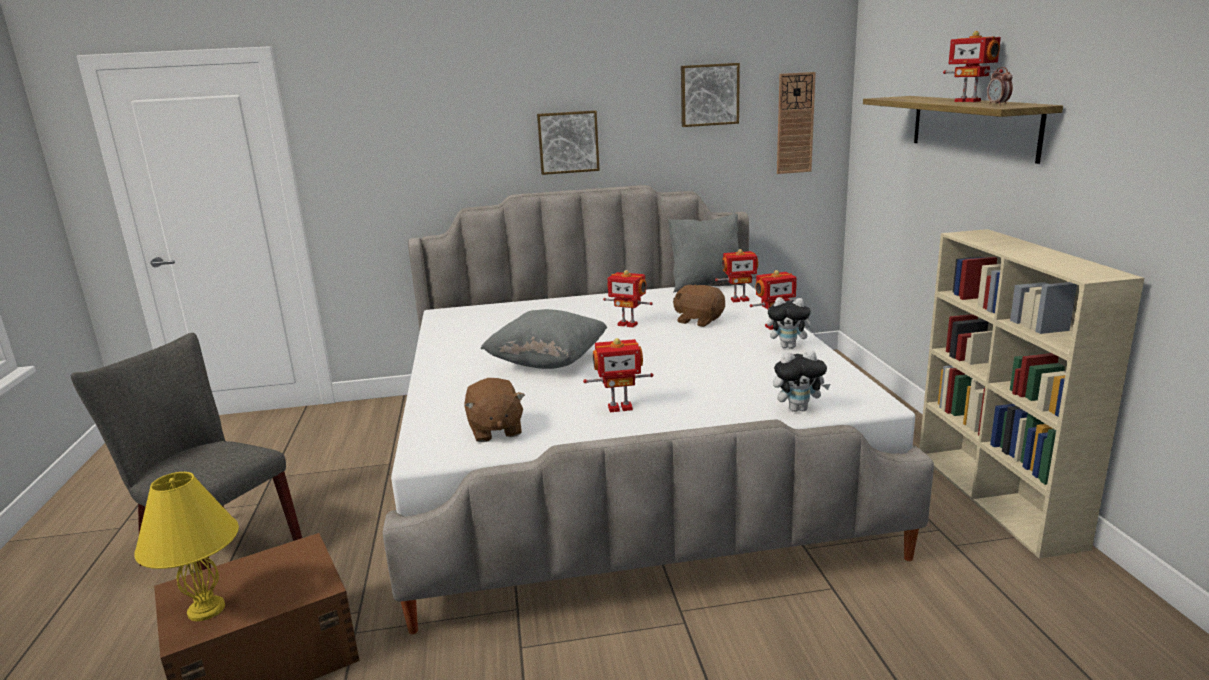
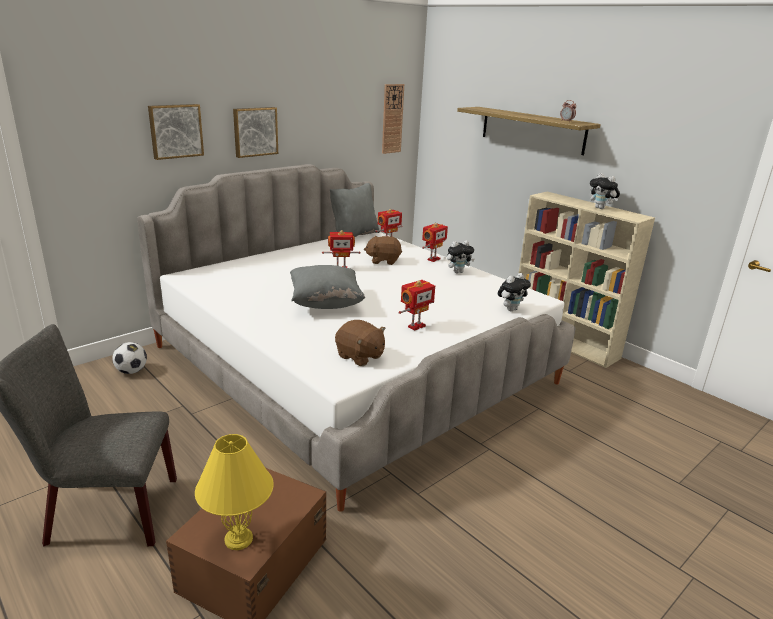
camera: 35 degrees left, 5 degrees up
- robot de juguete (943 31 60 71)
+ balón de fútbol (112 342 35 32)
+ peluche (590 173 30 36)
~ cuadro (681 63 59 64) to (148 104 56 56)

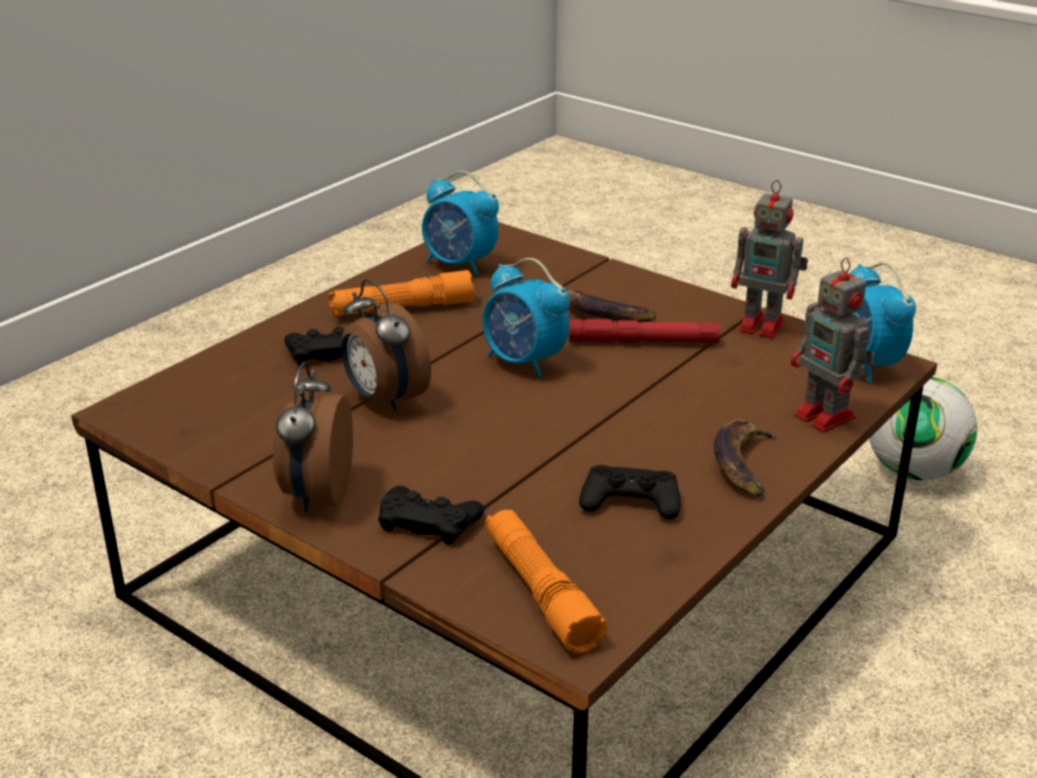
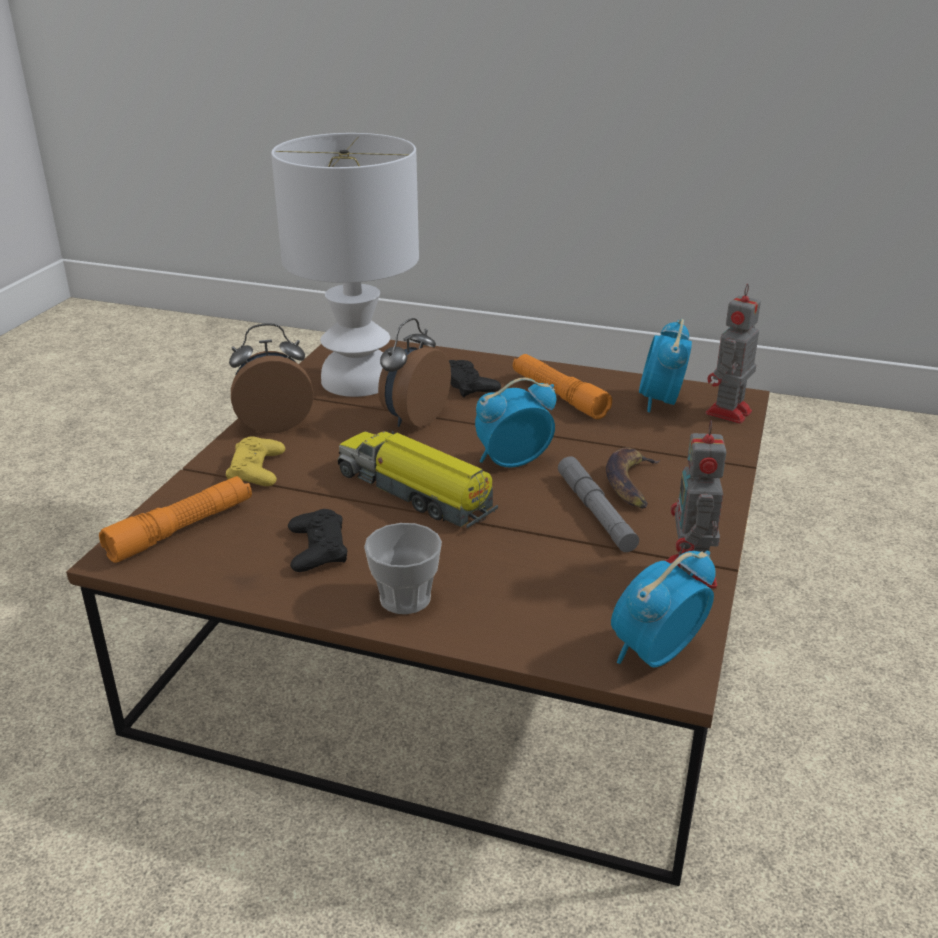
camera: 70 degrees right, 0 degrees up
- balón de fútbol (869 377 108 104)
+ lámpara de mesa/blanco (271 133 148 264)
+ camión de juguete (338 430 160 98)
~ robot de juguete (791 257 84 175) to (706 284 55 140)
~ plátano (714 419 65 78) to taza (364 523 78 91)
~ mando de consola/negro (378 486 106 59) to mando de consola/amarillo (226 436 59 50)
~ linterna/rojo (569 319 151 25) to linterna/gris (558 457 81 95)
~ despertador (482 258 88 120) = (475 378 81 89) 45 degrees clockwise

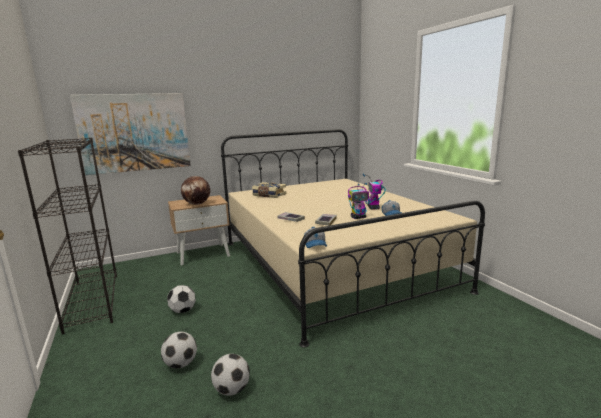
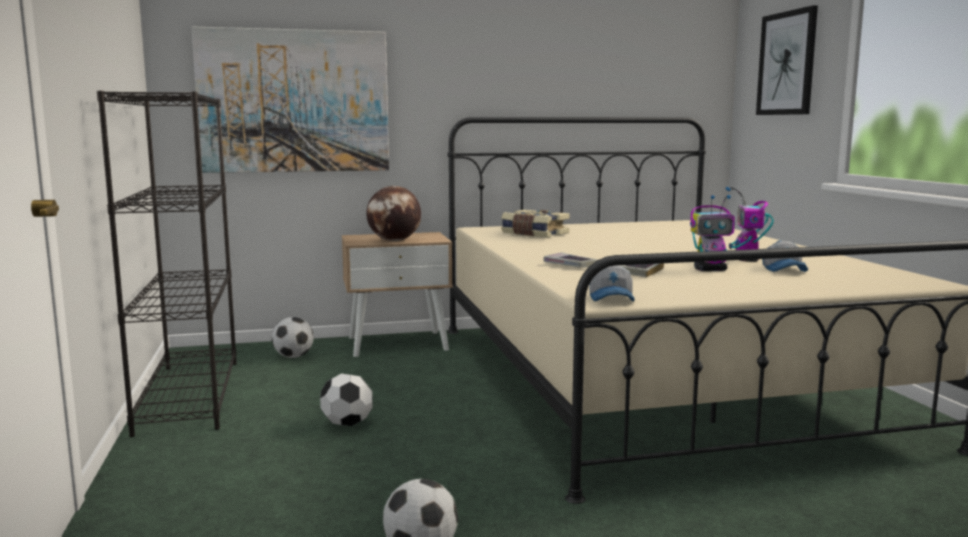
camera: 10 degrees right, 5 degrees down
+ cuadro (756 5 62 110)
~ balón de fútbol (161 332 36 36) to (272 317 41 41)

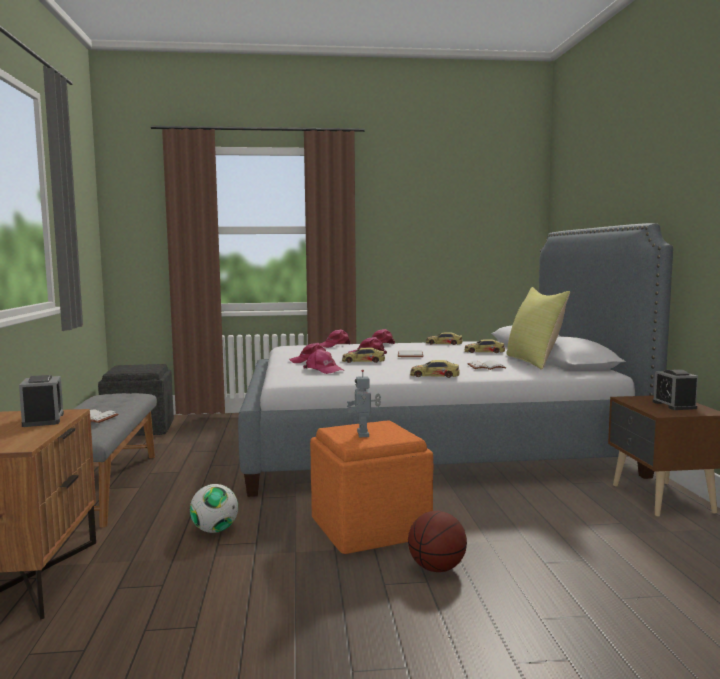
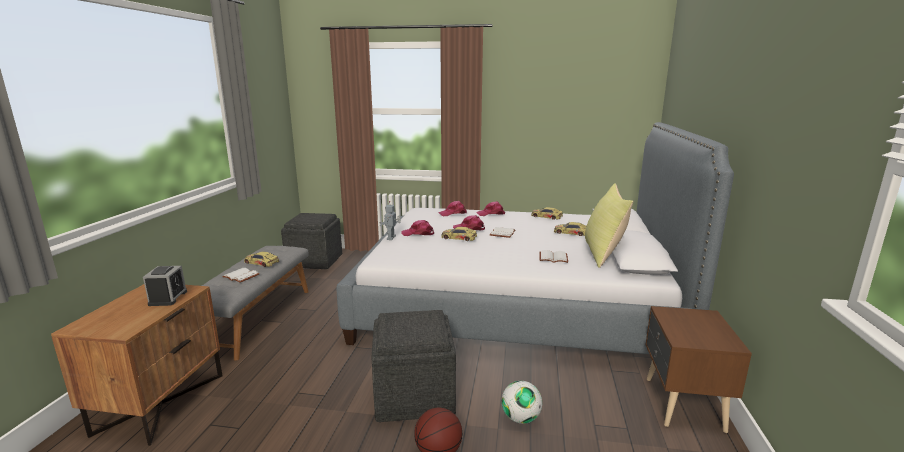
camera: 15 degrees right, 10 degrees up
- gorra/rosa (303 349 41 25)
- despertador (653 369 45 41)
~ balón de fútbol (190 484 48 49) to (502 381 40 43)
~ robot de juguete (347 370 34 67) to (380 201 21 39)
~ coche de juguete (410 360 50 18) to (244 251 35 16)
~ puf/naranja (310 420 123 134) to puf/gris (372 310 84 112)

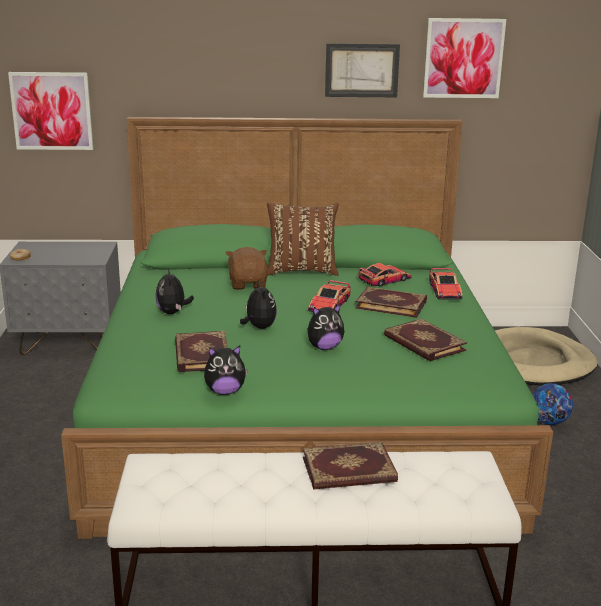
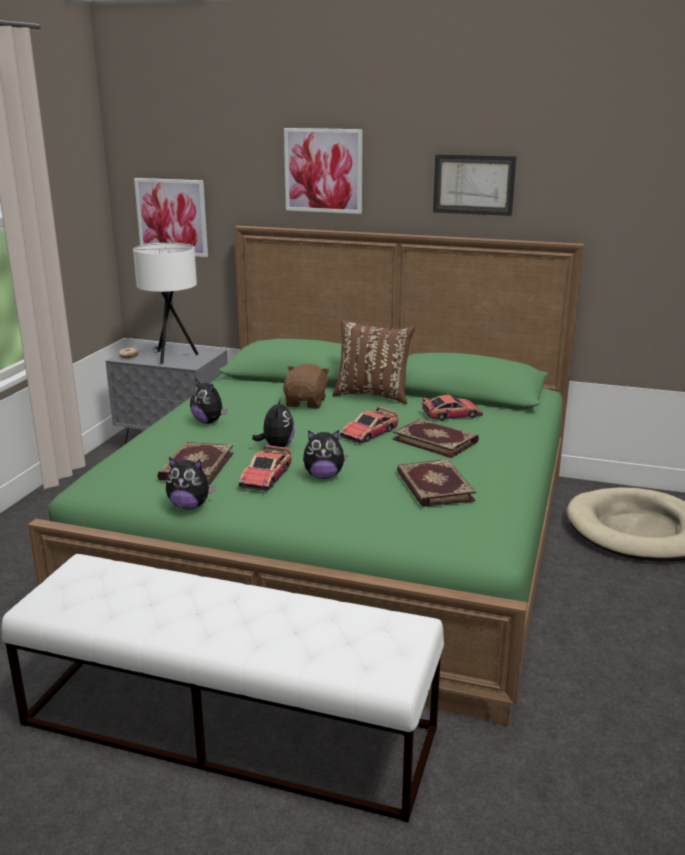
camera: 20 degrees right, 0 degrees up
- libro (303 442 95 47)
- balón de fútbol (532 383 41 42)
+ lámpara de mesa/blanco (133 243 65 121)
~ cuadro (423 18 83 80) to (284 128 79 86)
~ coche de juguete (429 268 34 31) to (238 445 53 46)
~ peluche (155 268 39 46) = (190 378 38 46) 60 degrees counterclockwise

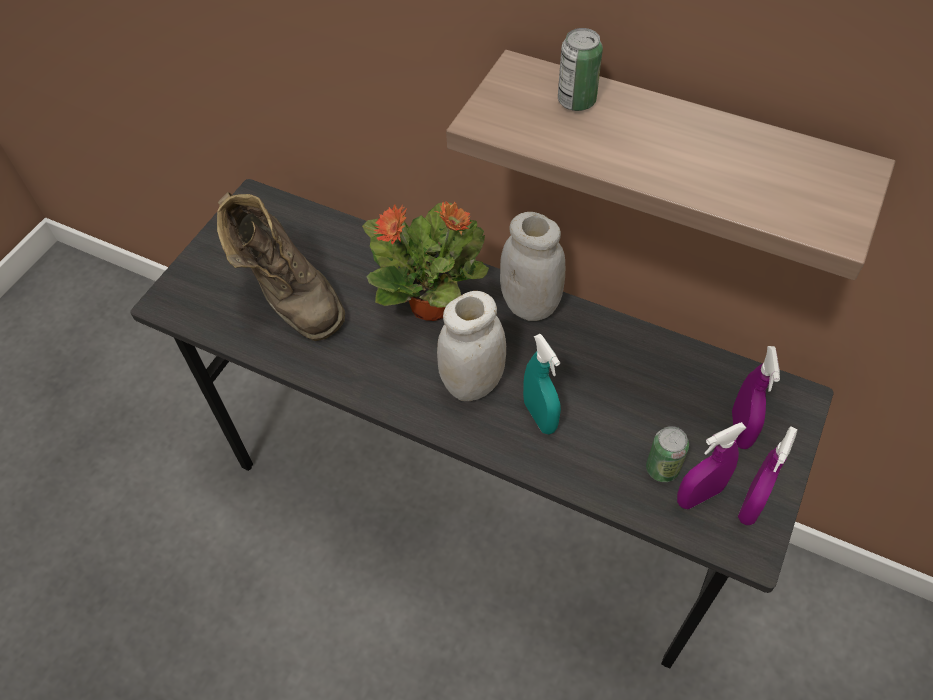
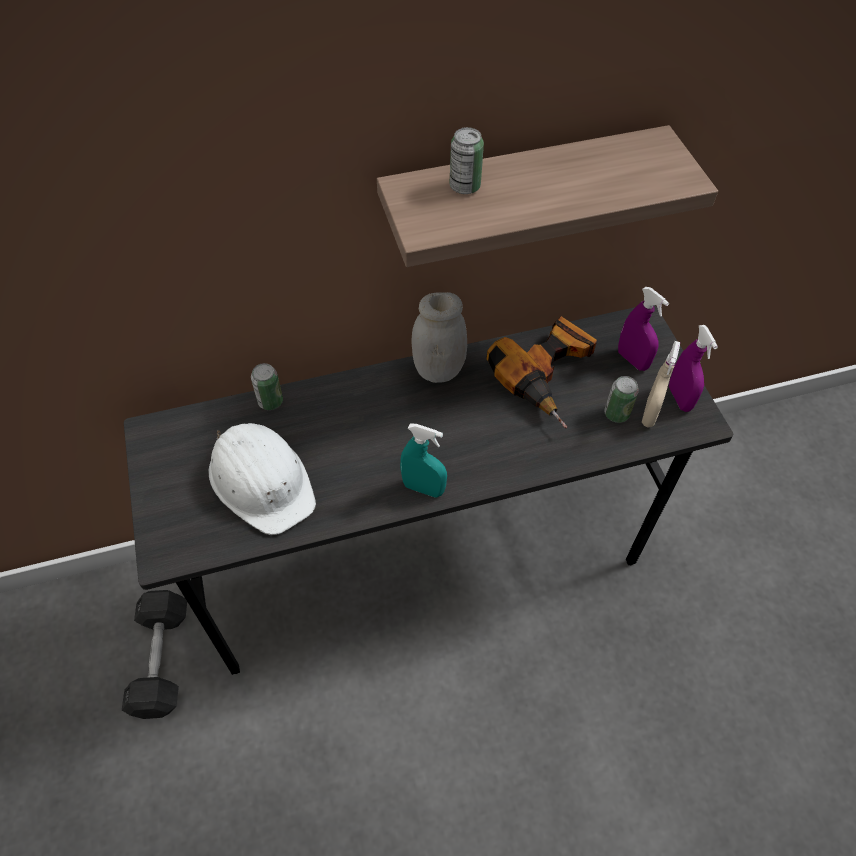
camera: 45 degrees left, 0 degrees up
- planta en maceta (362 201 127 120)
- tarro/blanco (437 291 69 110)
+ mancuerna/gris (122 590 65 129)
+ lata (251 363 32 47)
+ taladro (486 316 111 112)
~ pulverizador/turquesa (523 334 38 100) to (400 423 47 75)
~ bota/marrón (217 192 128 149) to casco/blanco (208 423 108 112)
~ pulverizador/morado (677 422 69 87) to pulverizador/beis (642 341 38 86)

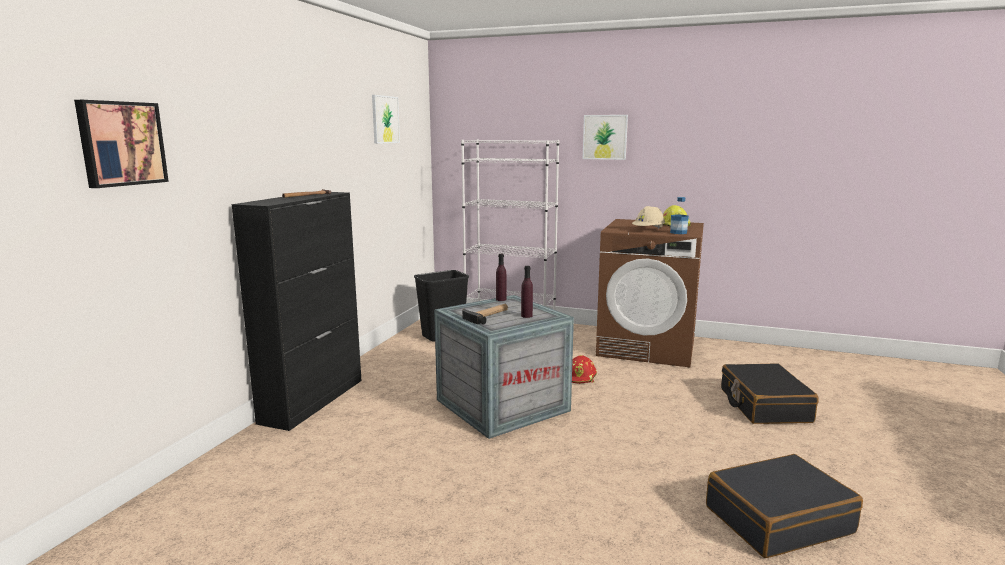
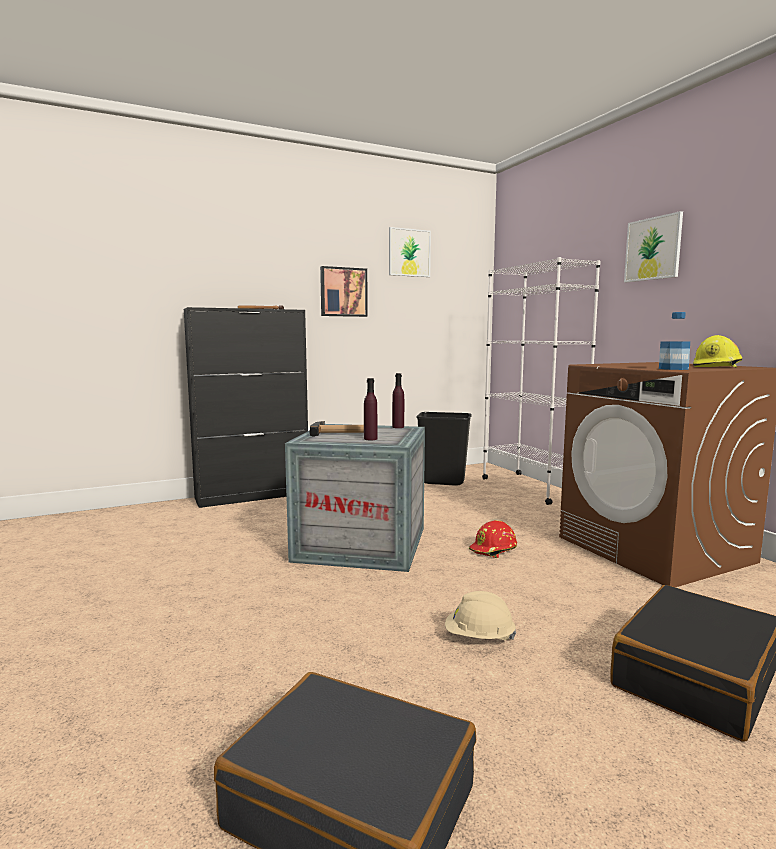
camera: 45 degrees right, 5 degrees down
~ cuadro (74 100 95 88) to (320 266 48 51)
~ casco/beis (632 206 33 23) to (445 591 71 50)

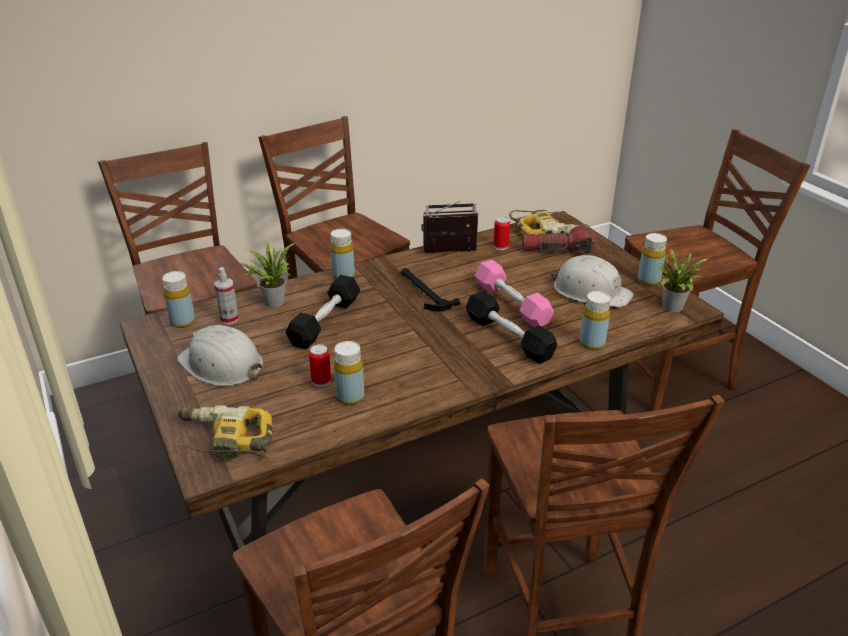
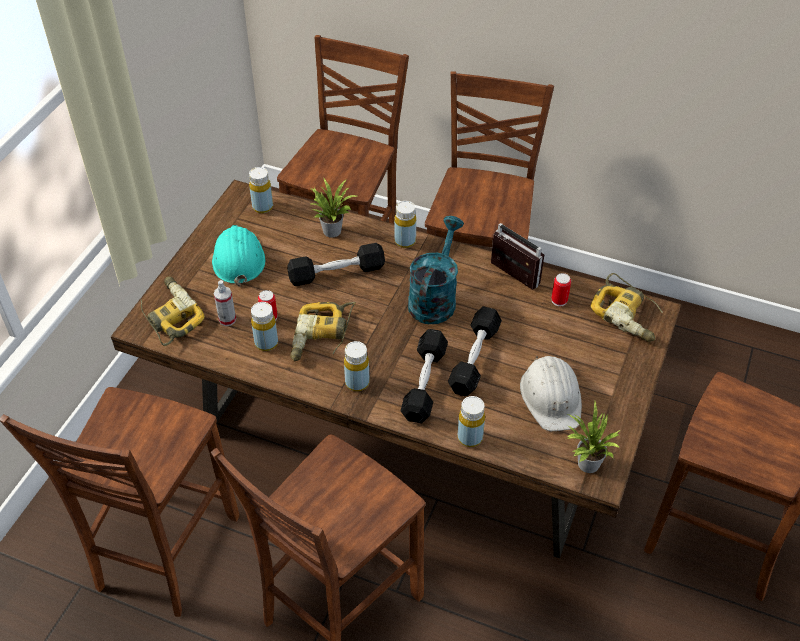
camera: 50 degrees right, 15 degrees up
- linterna (522 226 74 28)
+ taladro (290 302 66 59)
~ pulverizador (214 267 25 57) to (214 280 22 46)
~ botella/amarillo (637 233 30 53) to (344 341 26 50)
~ martillo (401 268 59 43) to regadera/turquesa (408 216 56 108)
~ casco/blanco (177 325 86 61) to casco/turquesa (212 225 53 62)
~ mancuerna/rosa (475 260 79 67) to mancuerna/negro (448 306 54 90)

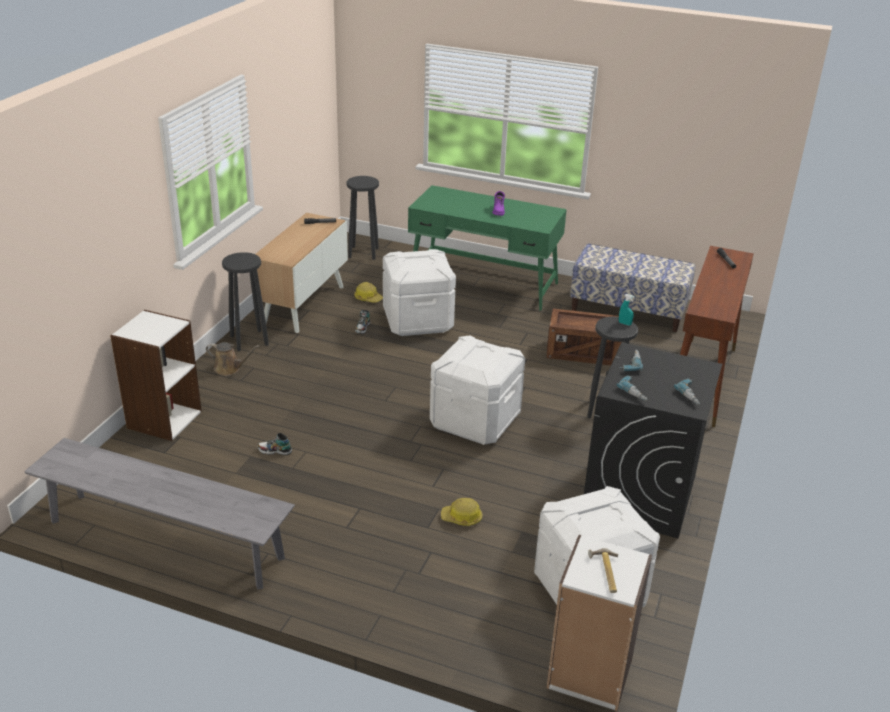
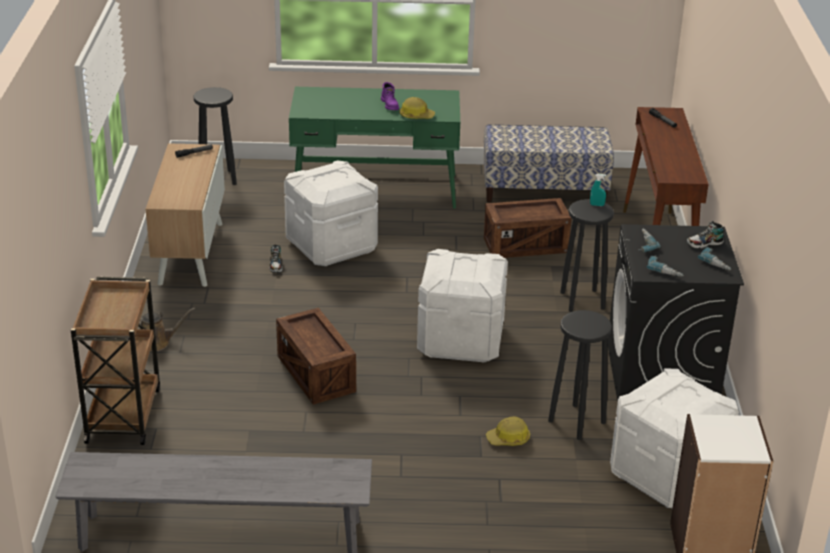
camera: 20 degrees left, 0 degrees up
- martillo (588 548 30 45)
+ caja de embalaje (276 308 80 97)
~ taburete/negro (222 252 47 99) to (548 310 64 130)
~ zapato (257 433 35 22) to (687 221 37 28)
~ casco (354 282 29 21) to (399 97 36 22)
~ estantería/blanco (110 310 92 131) to carrito/marrón (71 277 89 168)

